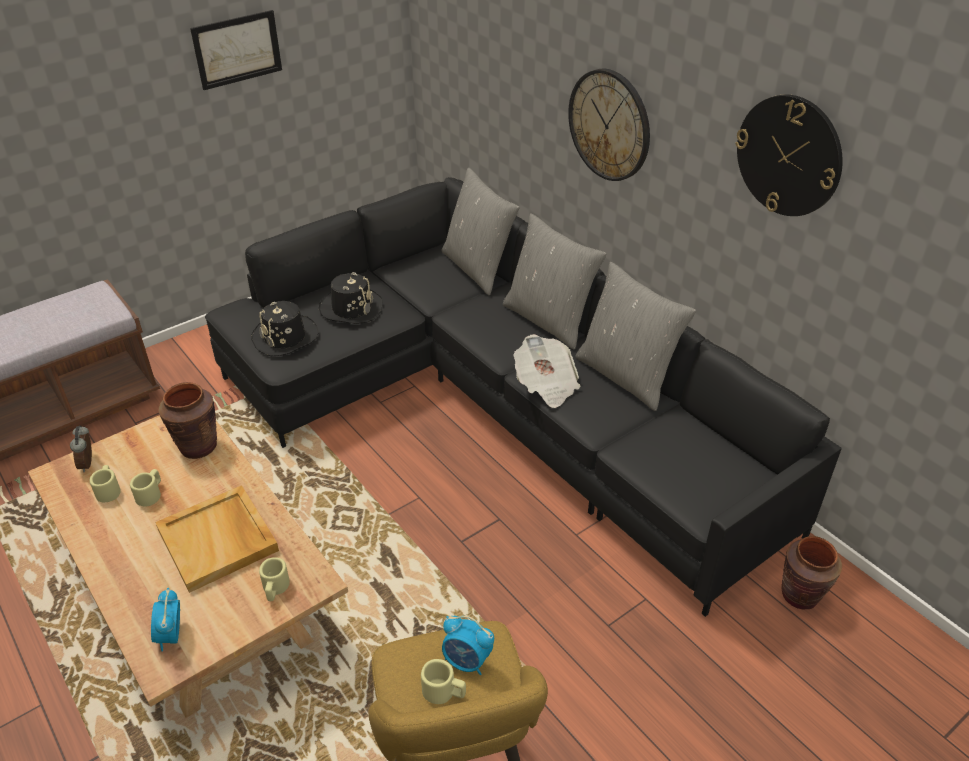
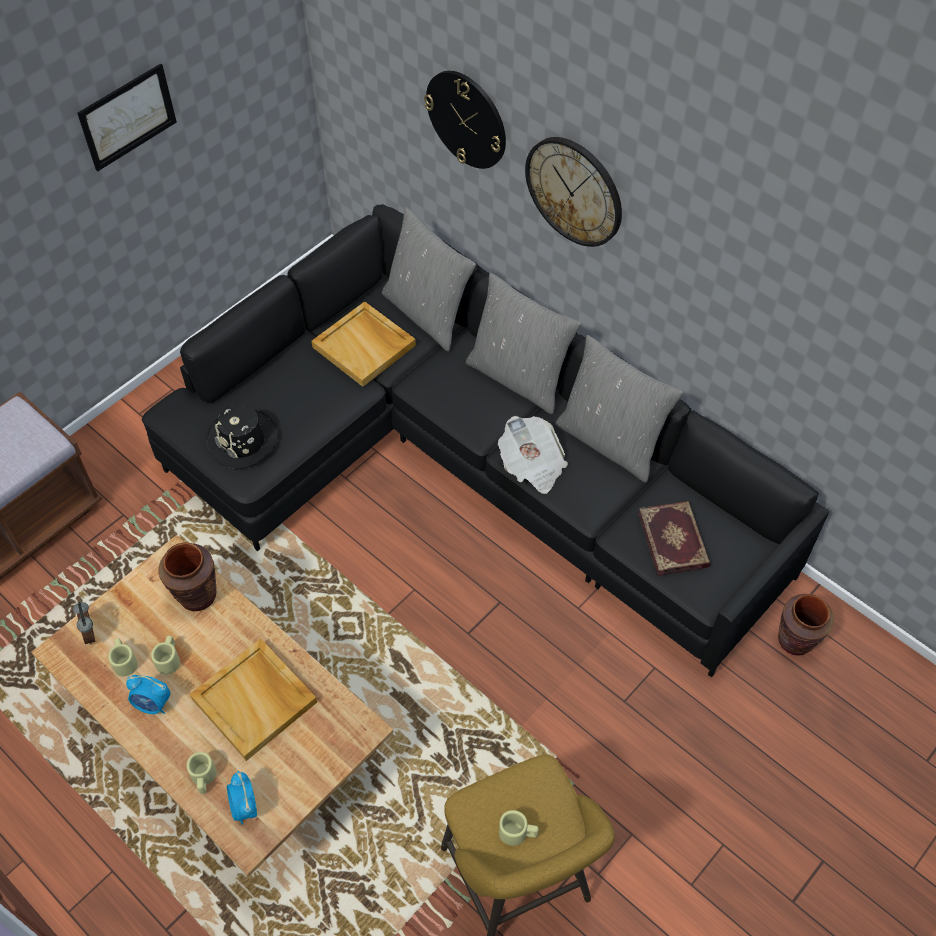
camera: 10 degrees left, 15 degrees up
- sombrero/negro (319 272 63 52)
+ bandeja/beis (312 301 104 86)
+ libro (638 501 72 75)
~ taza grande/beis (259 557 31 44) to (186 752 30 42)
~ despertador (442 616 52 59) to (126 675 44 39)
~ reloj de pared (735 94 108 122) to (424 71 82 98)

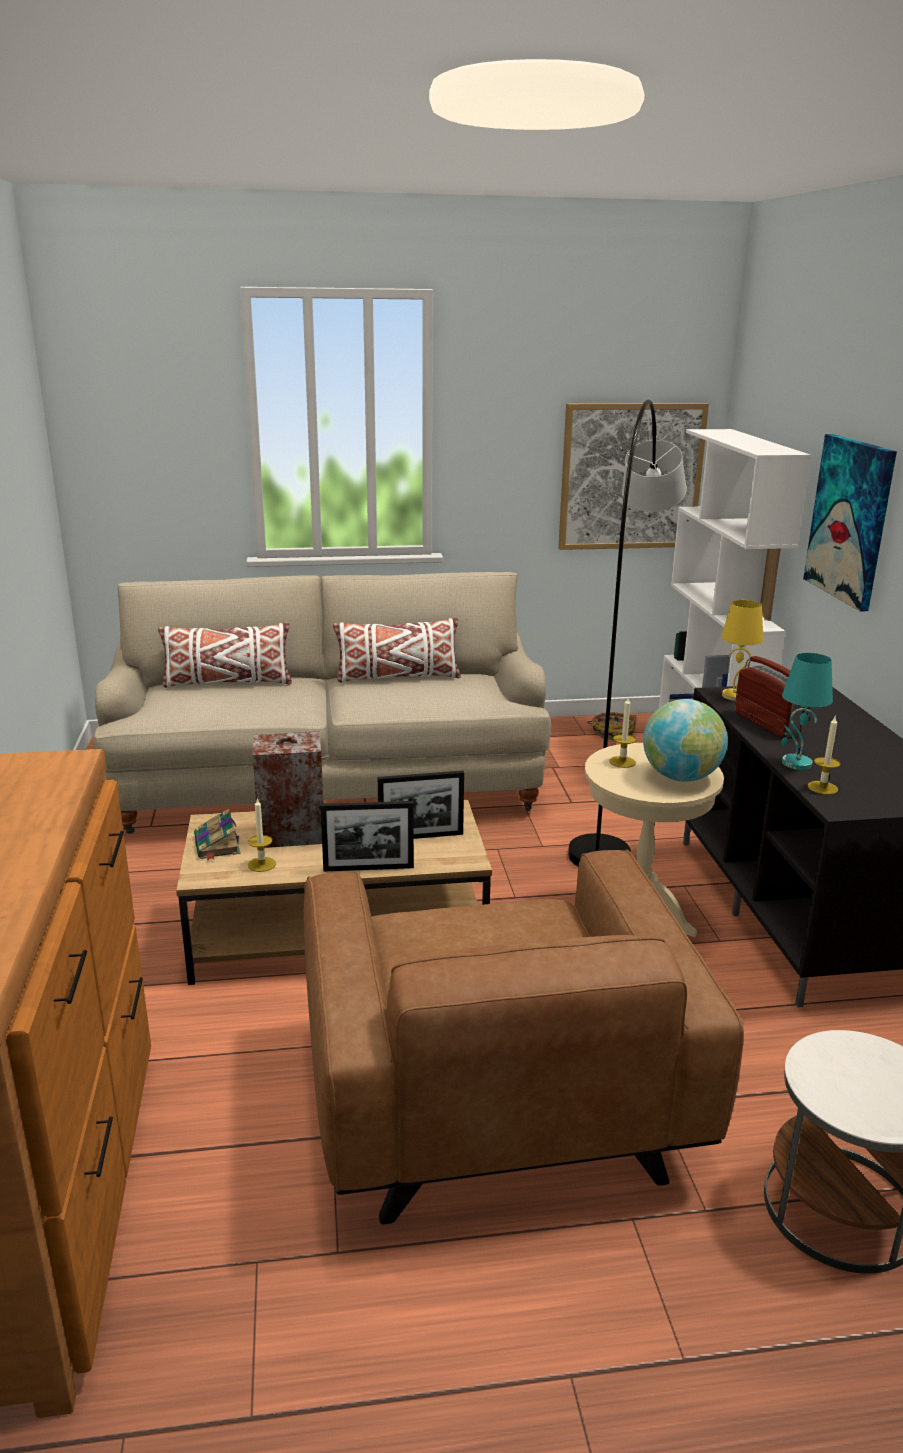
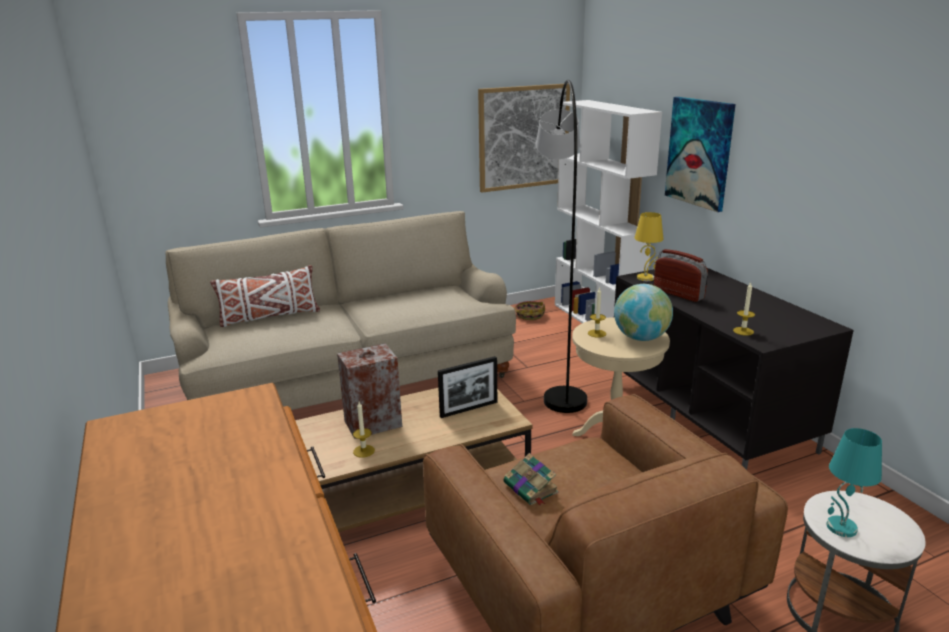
camera: 15 degrees left, 0 degrees up
- portarretratos (321 801 93 71)
- cojín/blanco (333 617 128 66)
~ libro (194 809 47 51) to (504 453 55 53)
~ lámpara de mesa/turquesa (781 653 52 117) to (826 428 56 109)

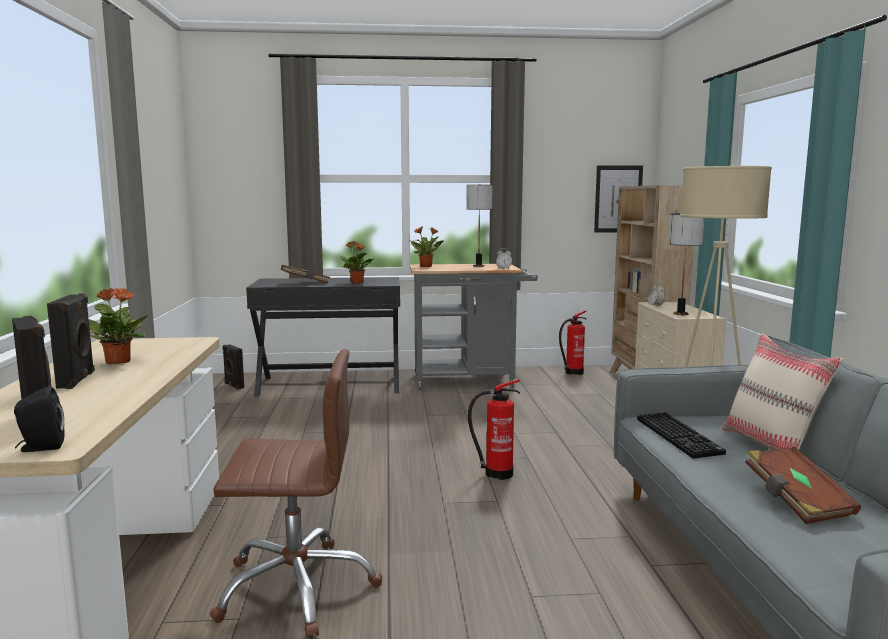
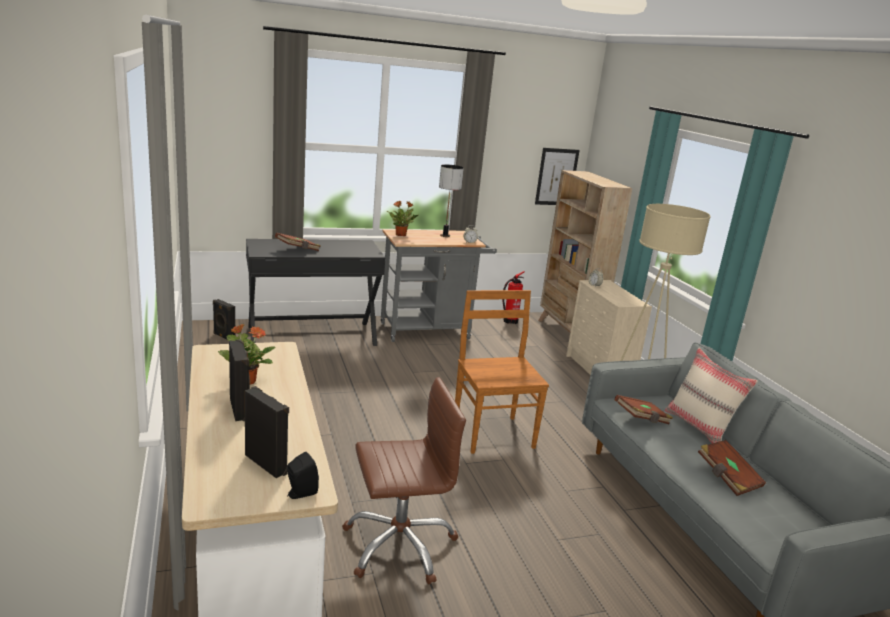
camera: 15 degrees left, 10 degrees up
- planta en maceta (340 241 34 43)
- lámpara de mesa (669 214 36 101)
~ extintor (468 379 52 101) to silla/marrón (455 290 94 164)
~ teclado (637 412 89 47) to libro/marrón (615 395 58 29)

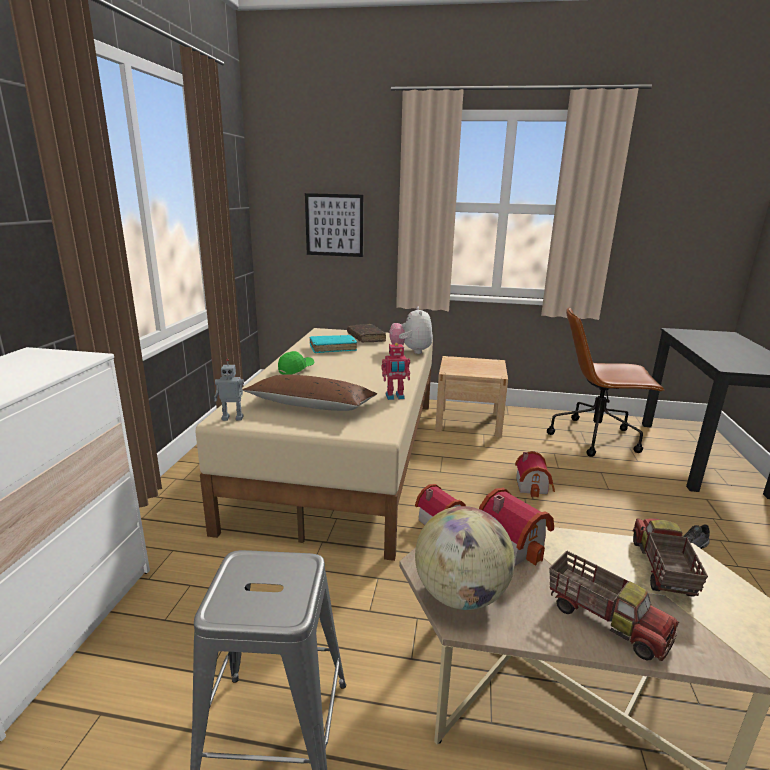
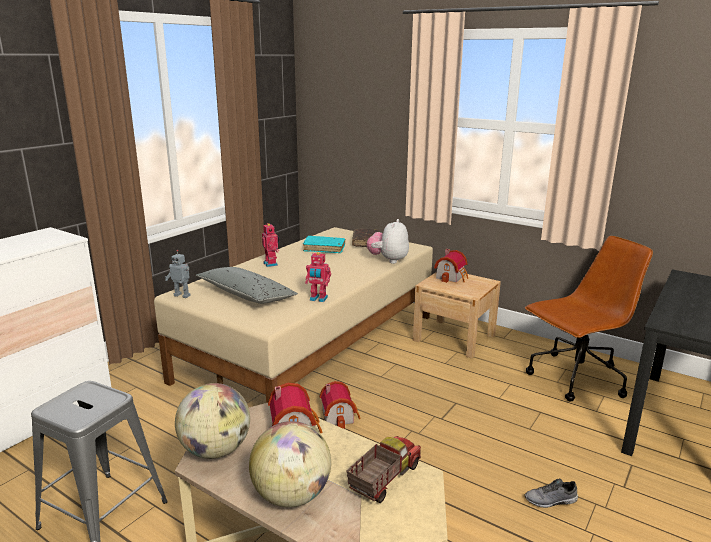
camera: 25 degrees right, 0 degrees up
- cuadro (305 193 59 64)
~ casita (515 451 40 47) to (434 249 34 34)
~ gorra/verde (278 351 36 24) to robot de juguete (262 223 18 44)
~ camión de juguete (549 551 130 110) to globo terráqueo (249 421 82 86)
~ cojín/marrón (242 374 135 37) to cojín/gris (196 267 102 37)
~ silla de oficina/marrón (547 307 118 150) = (525 236 128 166) 120 degrees clockwise

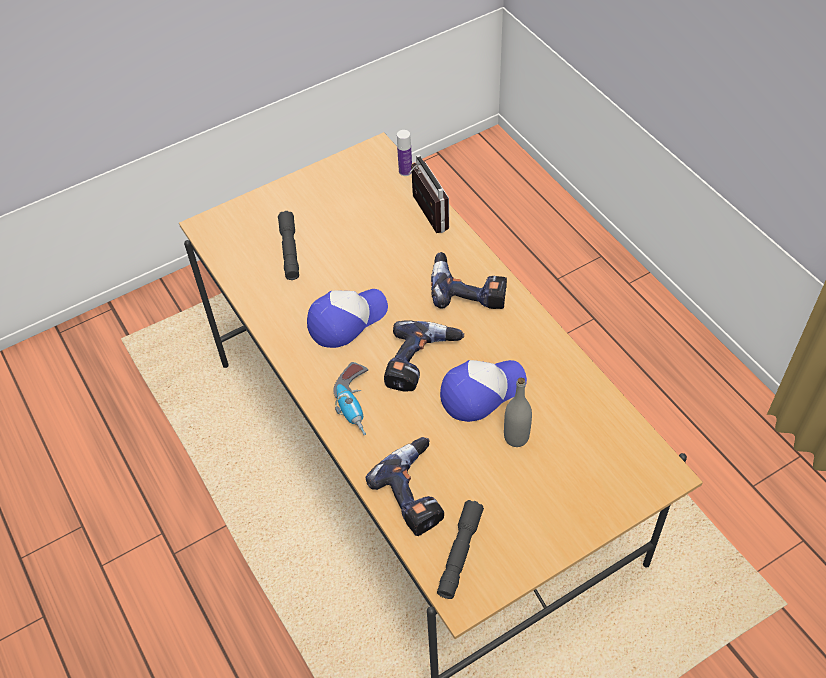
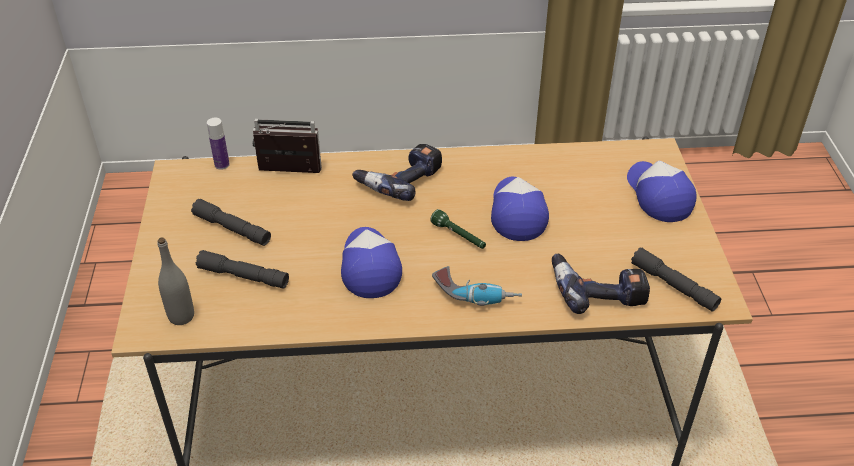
camera: 65 degrees left, 10 degrees down
+ linterna/gris (191 199 80 47)
+ gorra (627 160 69 62)
~ botella/gris (504 377 28 70) to (157 238 37 87)
~ taladro (384 320 80 72) to linterna/verde (430 209 56 40)

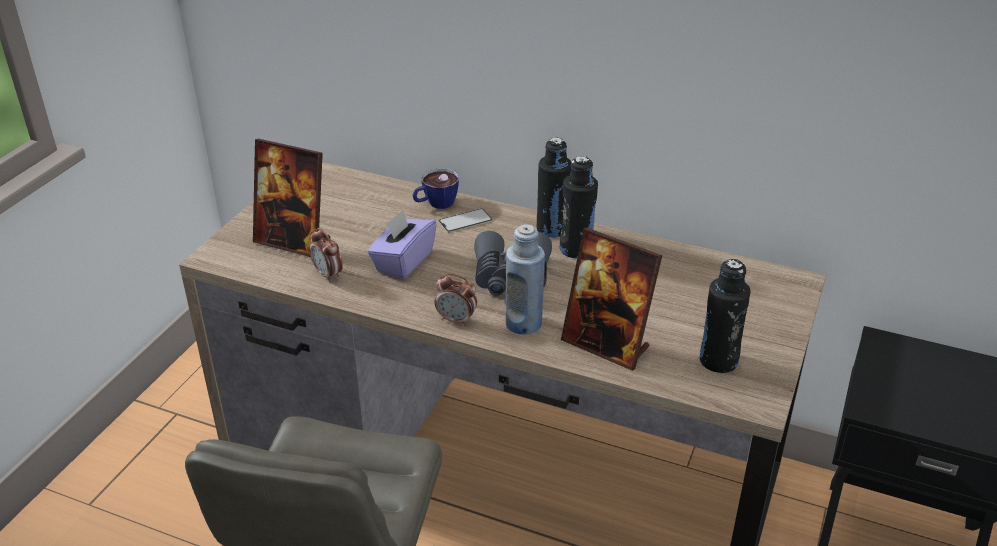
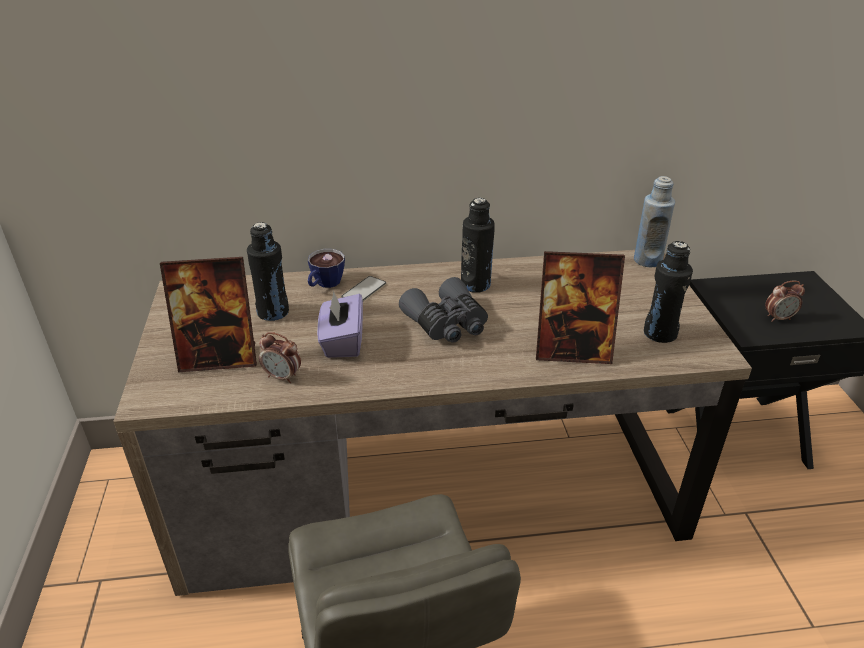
camera: 30 degrees left, 0 degrees up
~ despertador (435 273 42 53) to (765 281 40 41)
~ botella/azul (506 224 39 111) to (634 176 41 91)
~ botella/negro (537 137 34 101) to (247 222 42 99)

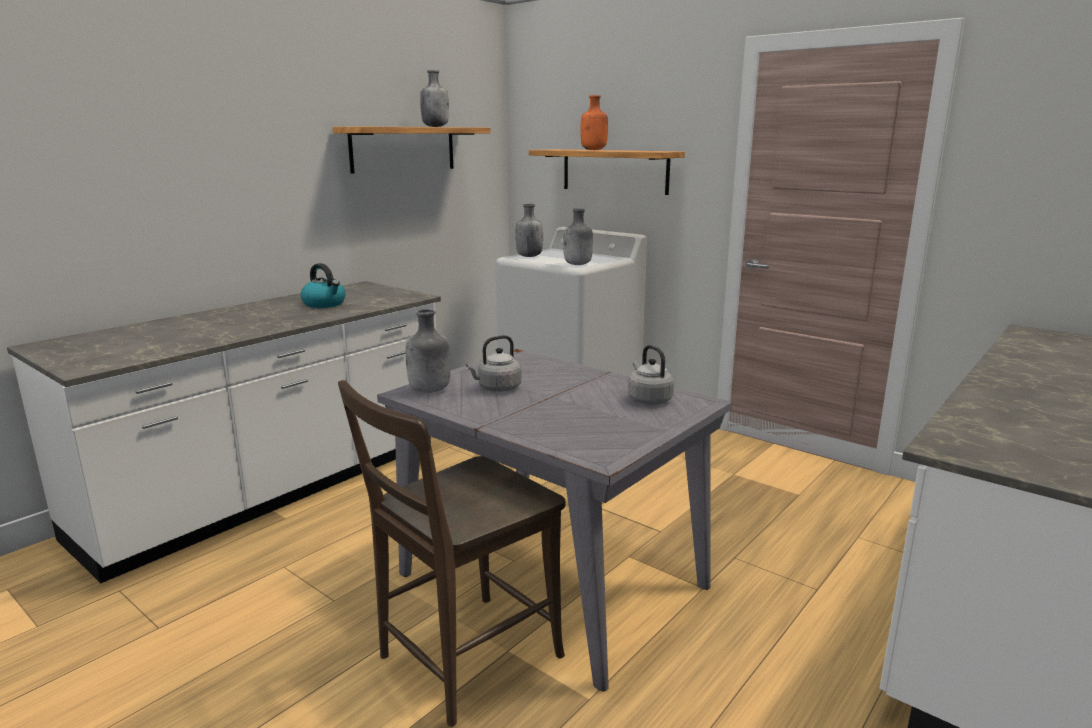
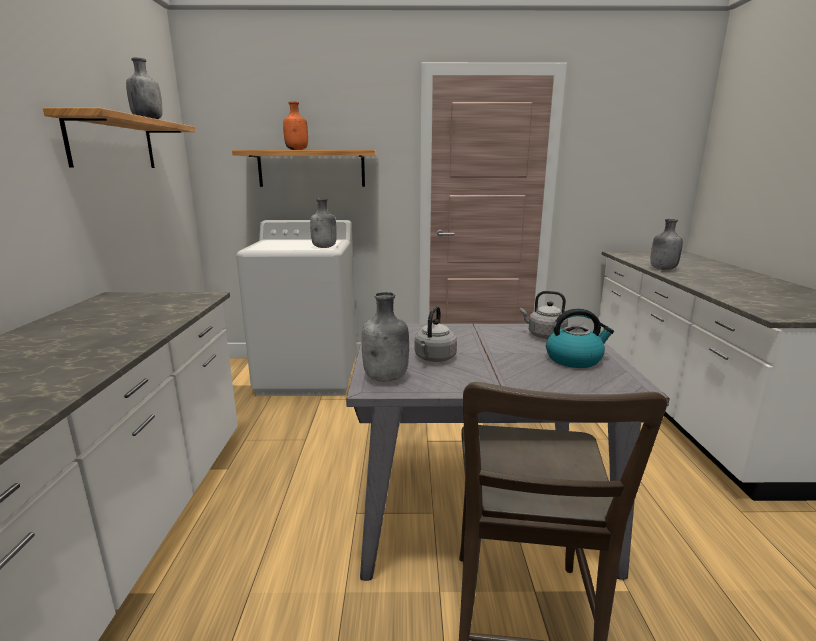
camera: 40 degrees left, 0 degrees up
~ hervidor (301 263 45 45) to (546 309 68 59)
~ botella/gris (515 204 28 53) to (650 219 33 51)

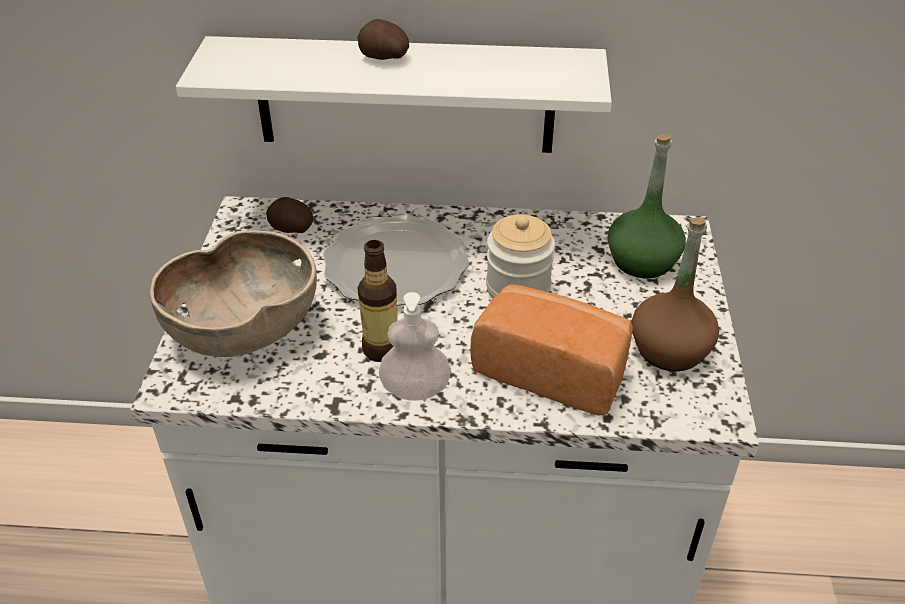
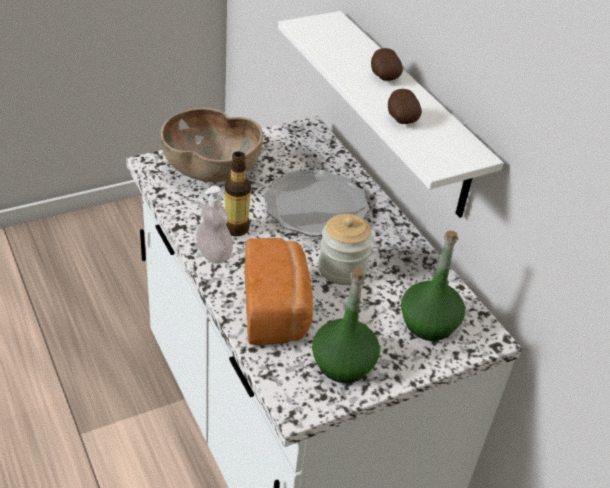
camera: 55 degrees right, 0 degrees up
~ patata (266 197 47 36) to (388 89 34 35)
~ botella/marrón (631 217 88 155) to botella/verde (312 269 68 114)

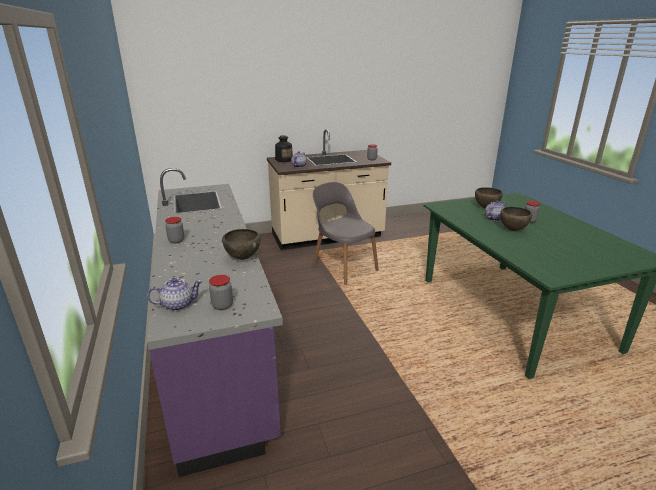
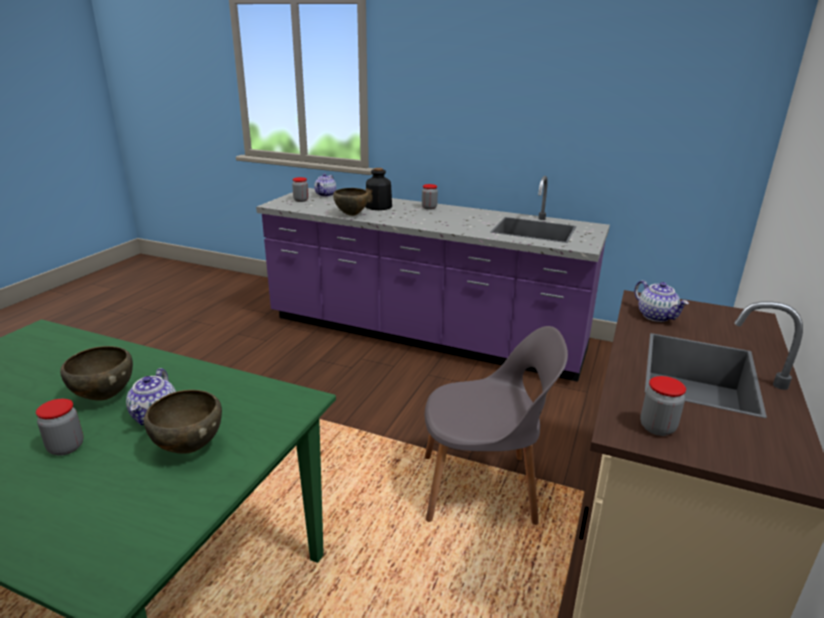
camera: 130 degrees right, 0 degrees up
~ botella (275 135 18 27) to (365 168 27 42)

